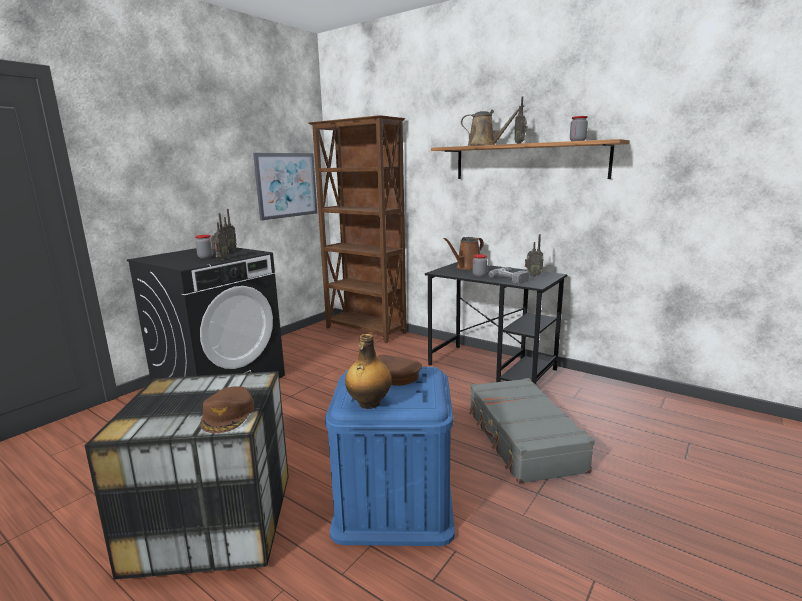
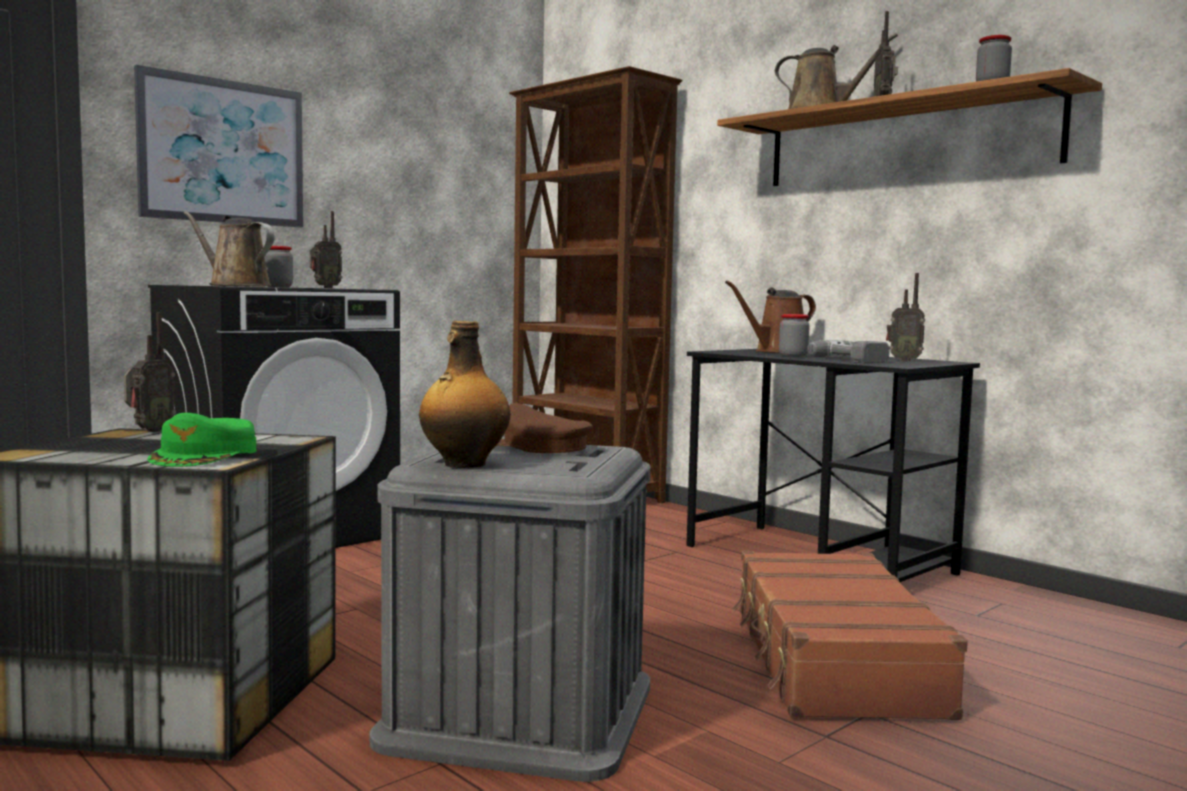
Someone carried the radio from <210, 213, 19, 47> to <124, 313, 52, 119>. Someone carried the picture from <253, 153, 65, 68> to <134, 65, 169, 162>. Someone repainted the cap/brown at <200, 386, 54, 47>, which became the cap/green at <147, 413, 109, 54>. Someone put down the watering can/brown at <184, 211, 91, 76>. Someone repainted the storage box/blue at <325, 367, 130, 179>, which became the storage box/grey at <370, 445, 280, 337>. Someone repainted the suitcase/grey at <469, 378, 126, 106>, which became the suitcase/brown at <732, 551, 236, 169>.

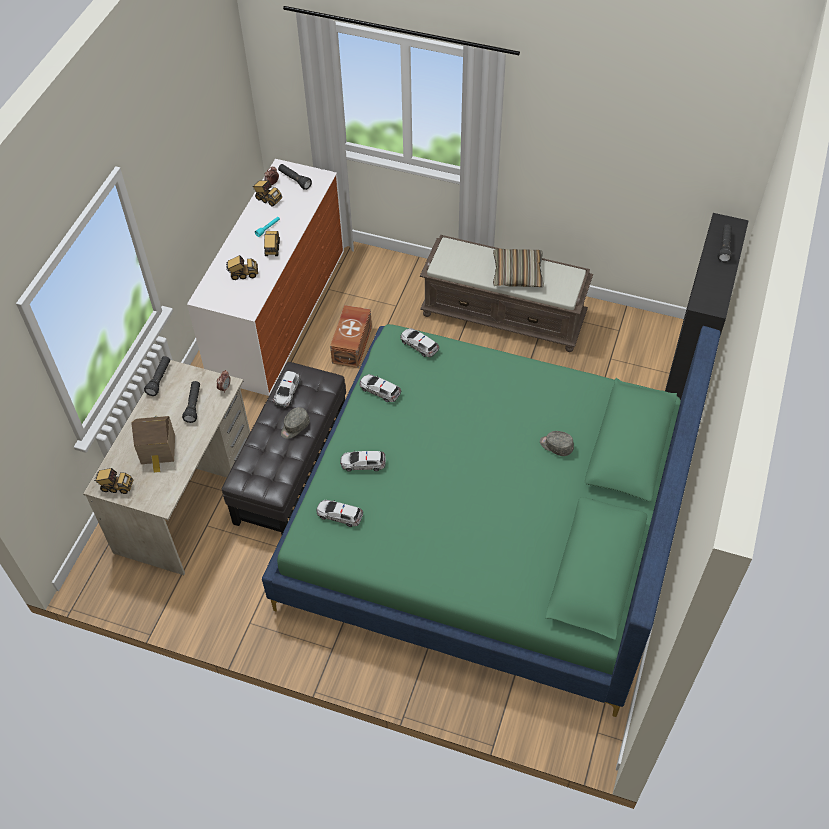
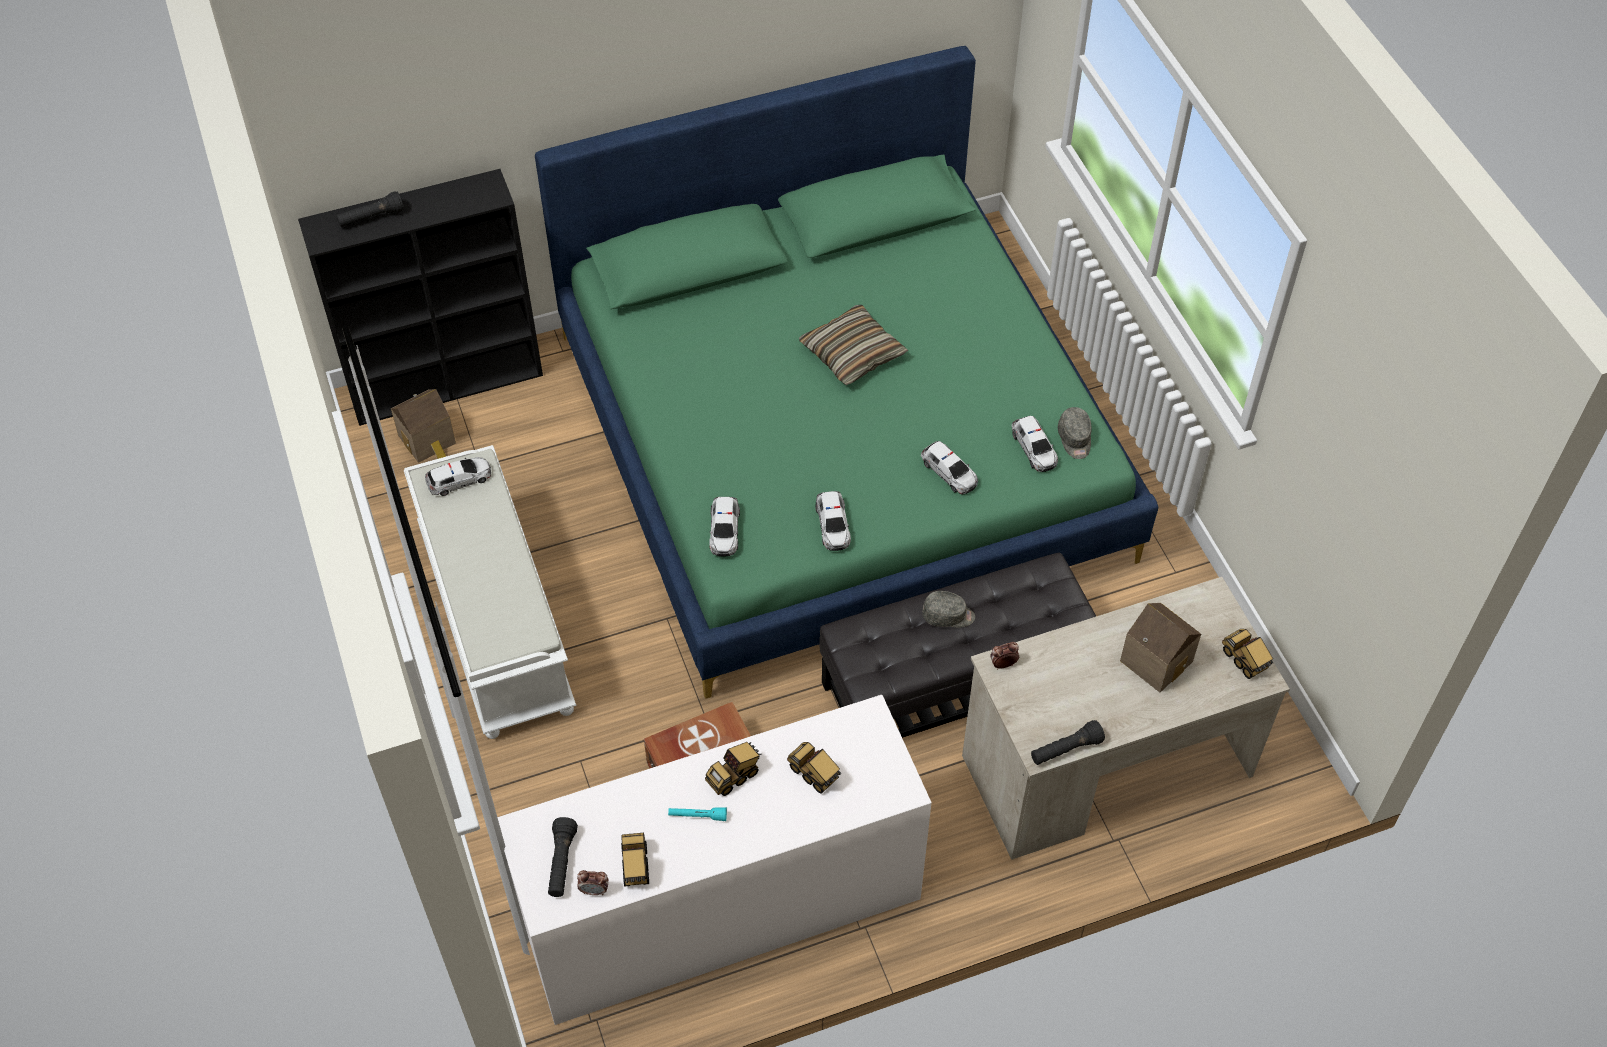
Someone put down the toy house at <391, 389, 65, 74>. Someone repainted the bench/brown at <420, 235, 173, 117>, which became the bench/white at <404, 445, 172, 294>. Someone carried the toy car from <274, 371, 27, 37> to <425, 457, 66, 39>. Someone carried the pillow from <493, 249, 51, 38> to <799, 305, 109, 80>. Someone carried the cap/grey from <540, 431, 34, 25> to <1058, 407, 33, 52>. Someone took away the flashlight/black at <182, 381, 18, 42>.

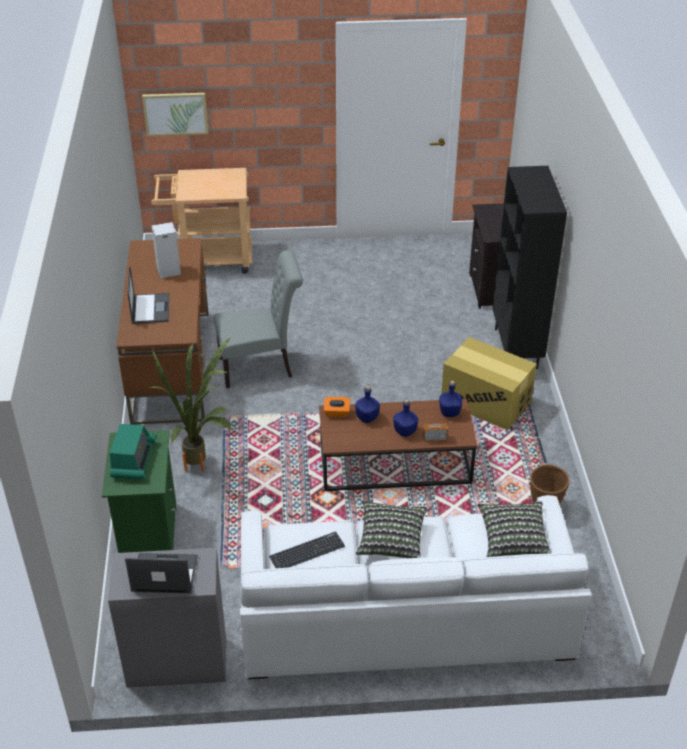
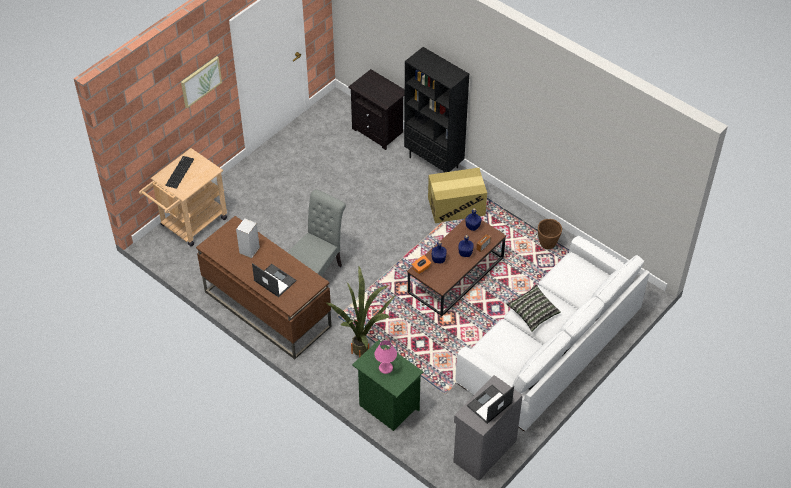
Someone carried the keyboard from <269, 531, 76, 37> to <165, 156, 29, 33>. Someone carried the picture from <142, 93, 66, 43> to <181, 56, 41, 52>. Someone swapped the radio at <110, 424, 47, 56> for the table lamp/pink at <374, 340, 23, 34>. Someone took away the pillow at <478, 502, 73, 55>.

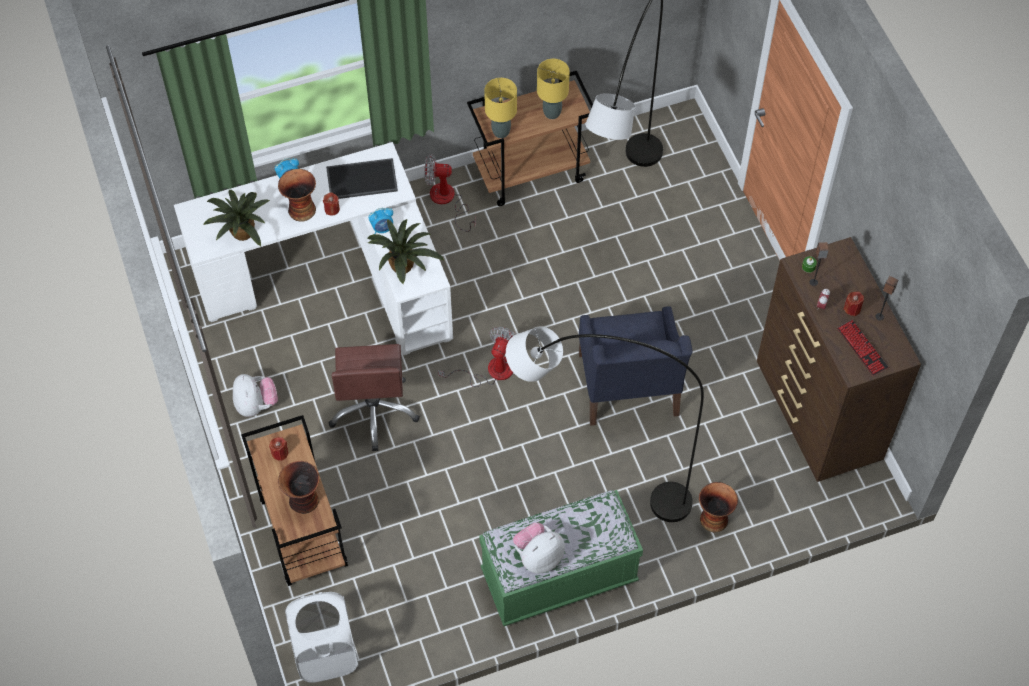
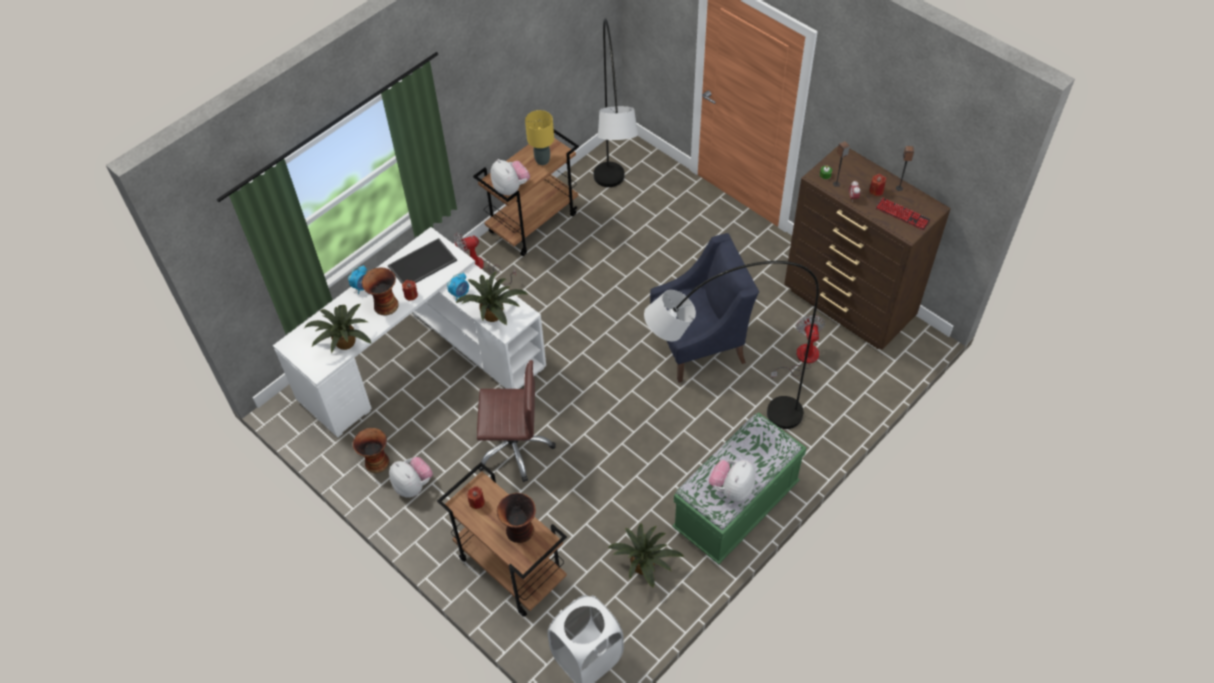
Someone carried the vase from <699, 482, 39, 50> to <353, 428, 36, 45>. Someone rotated the office chair/brown at <328, 344, 92, 107> by 60 degrees counterclockwise. Someone swapped the table lamp/yellow at <484, 78, 33, 60> for the plush toy at <491, 159, 39, 37>. Someone put down the potted plant at <608, 523, 76, 64>. Someone rotated the armchair/blue at <579, 306, 113, 120> by 75 degrees counterclockwise. Someone carried the fan from <438, 327, 78, 60> to <771, 315, 54, 63>.

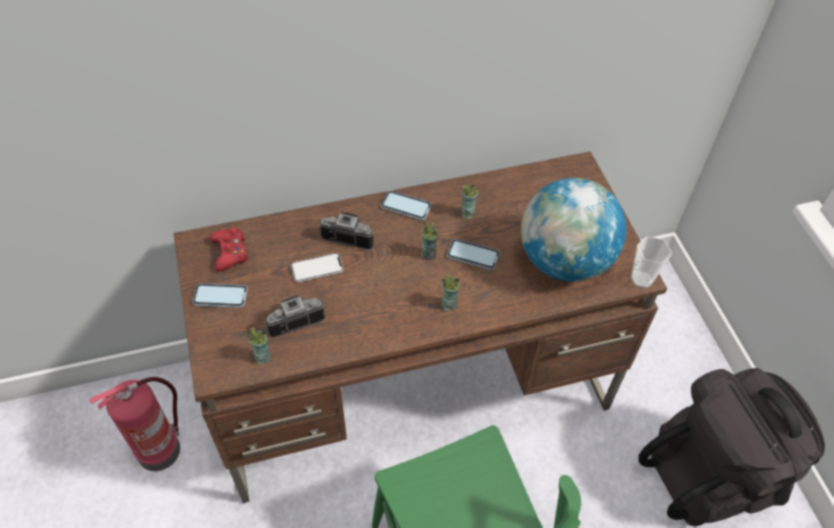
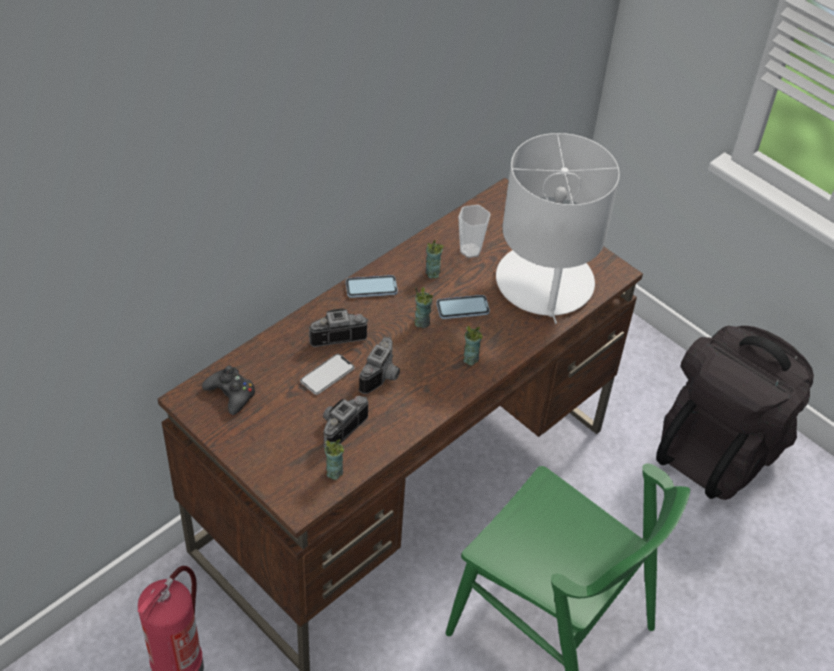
Someone repainted the game controller/red at <210, 227, 39, 44>, which became the game controller/black at <202, 365, 53, 50>. Someone put down the photo camera at <359, 337, 41, 57>. Someone carried the cup from <631, 236, 41, 53> to <458, 205, 33, 53>. Someone swapped the globe at <521, 178, 105, 104> for the table lamp/white at <496, 133, 124, 191>. Someone took away the phone at <192, 283, 56, 25>.

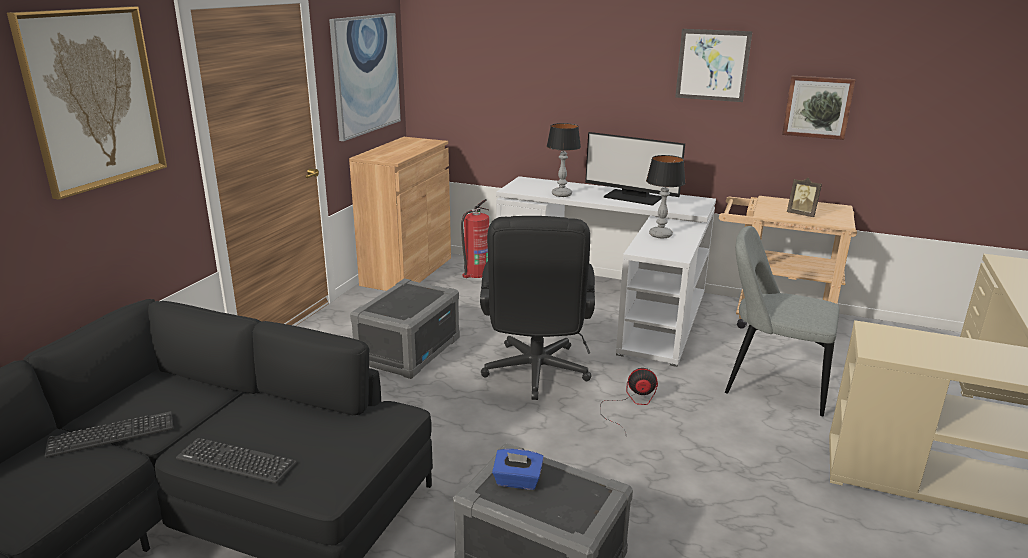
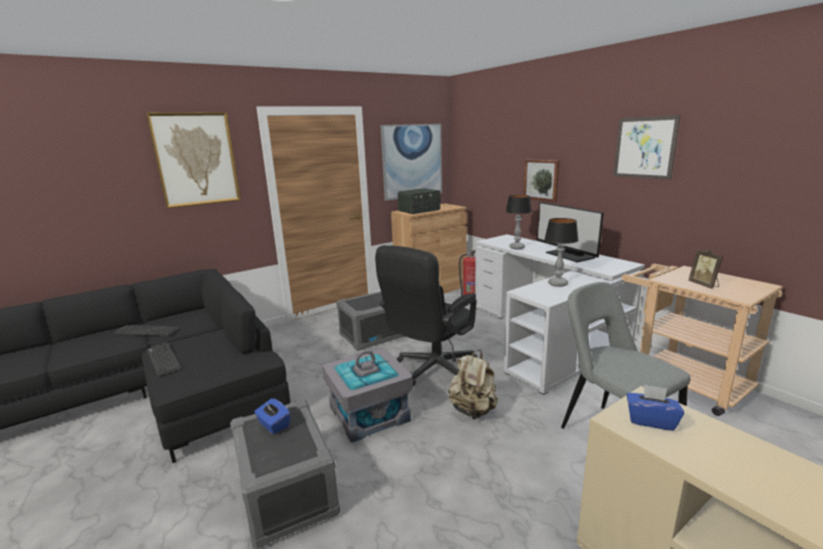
Someone put down the storage box/grey at <322, 348, 91, 95>. Someone put down the radio at <398, 188, 43, 26>. Someone swapped the fan at <600, 368, 58, 64> for the backpack/beige at <448, 350, 50, 69>. Someone carried the picture from <782, 76, 73, 64> to <523, 159, 37, 43>. Someone put down the tissue box/blue at <626, 384, 58, 47>.

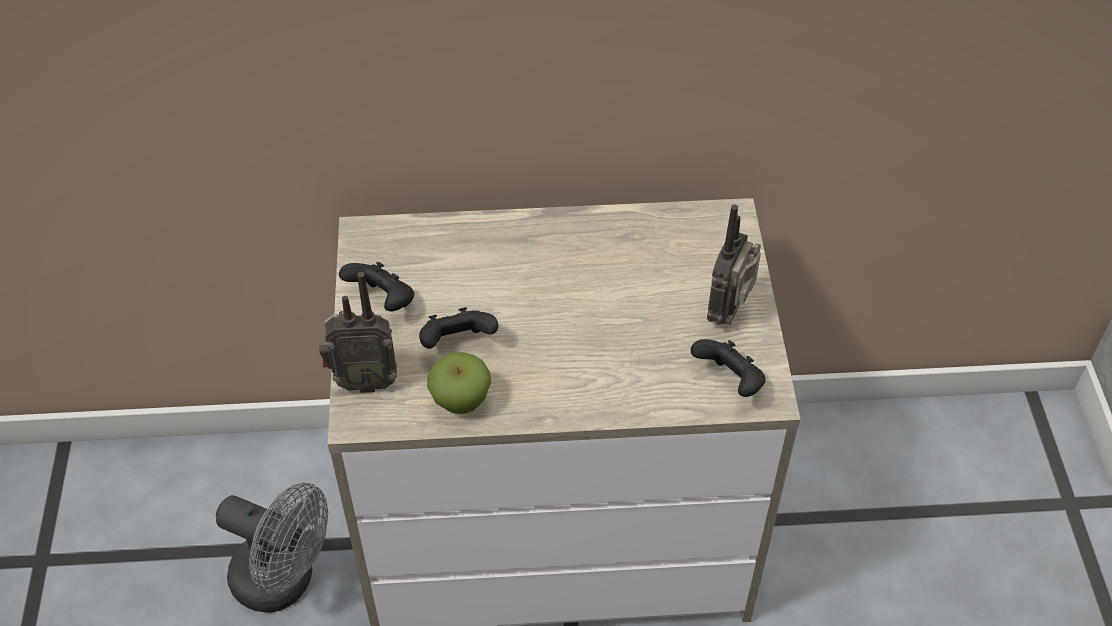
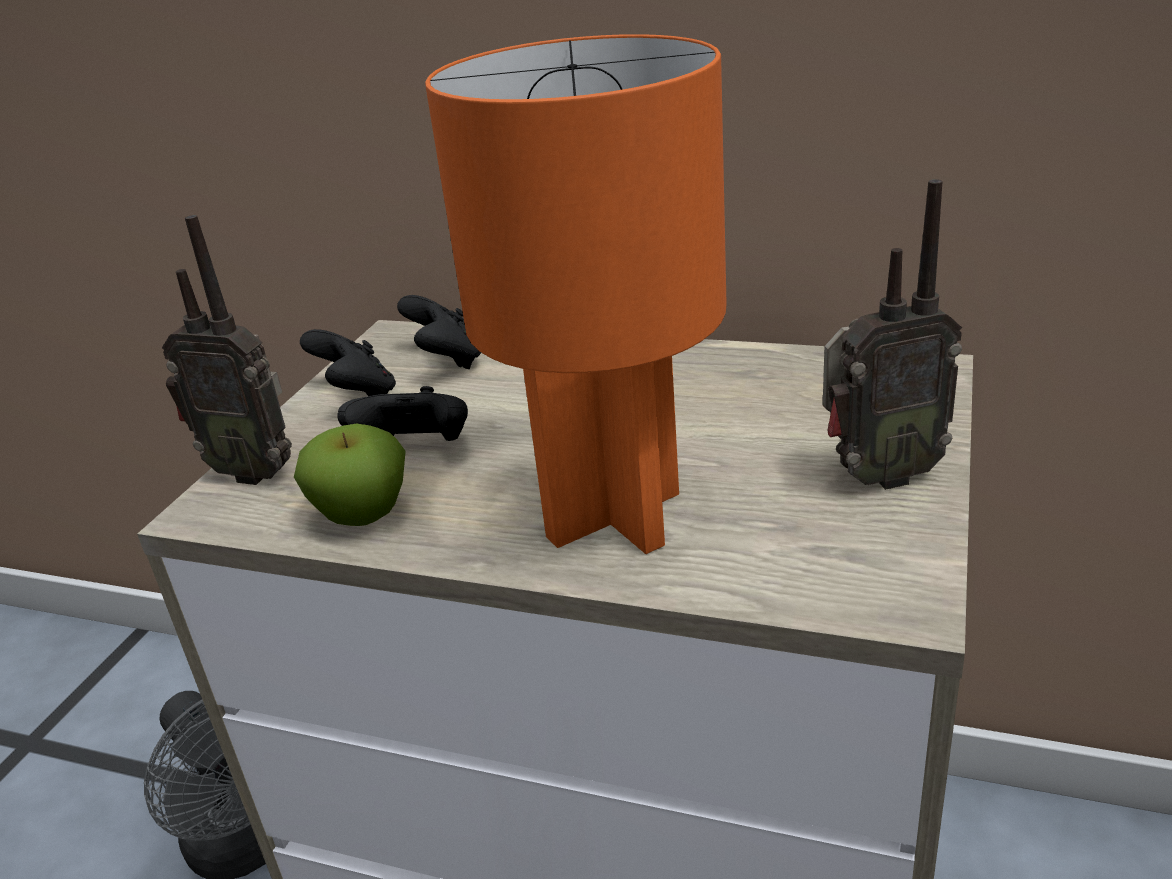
Someone carried the game controller/black from <690, 339, 76, 58> to <397, 295, 84, 74>. Someone put down the table lamp/orange at <425, 34, 302, 520>. Someone rotated the radio at <707, 204, 54, 121> by 150 degrees counterclockwise.

